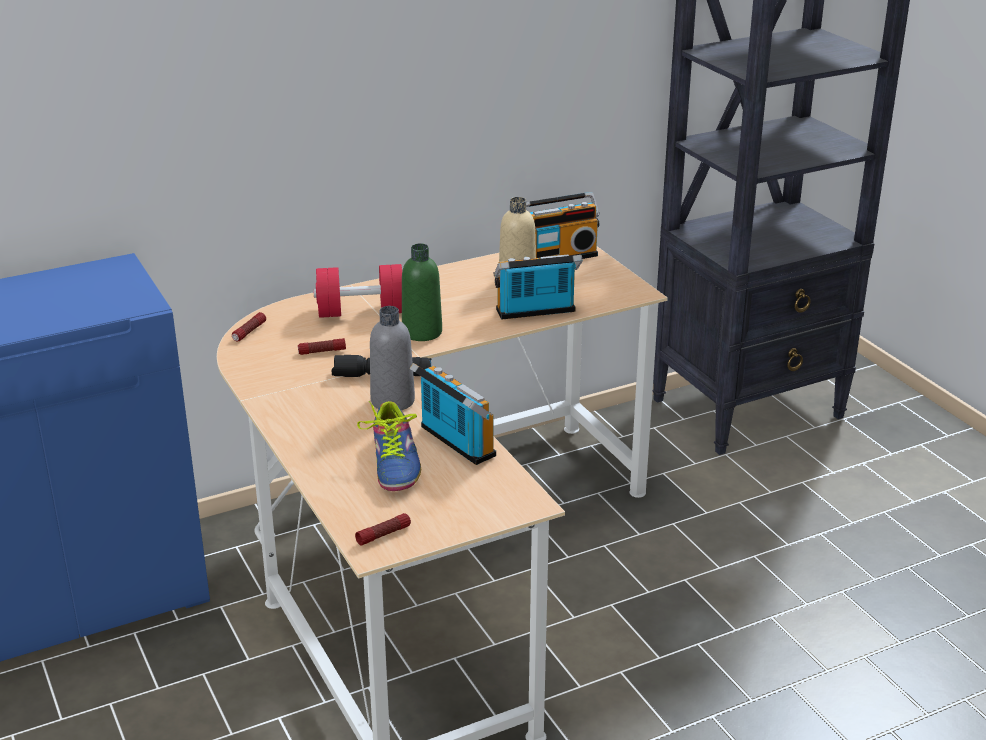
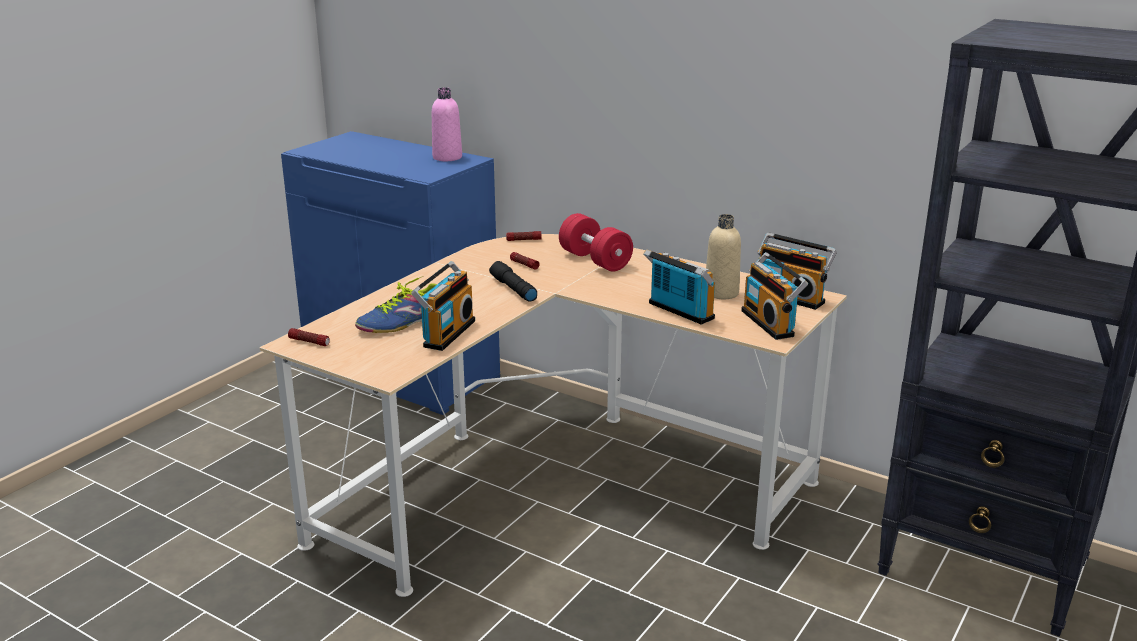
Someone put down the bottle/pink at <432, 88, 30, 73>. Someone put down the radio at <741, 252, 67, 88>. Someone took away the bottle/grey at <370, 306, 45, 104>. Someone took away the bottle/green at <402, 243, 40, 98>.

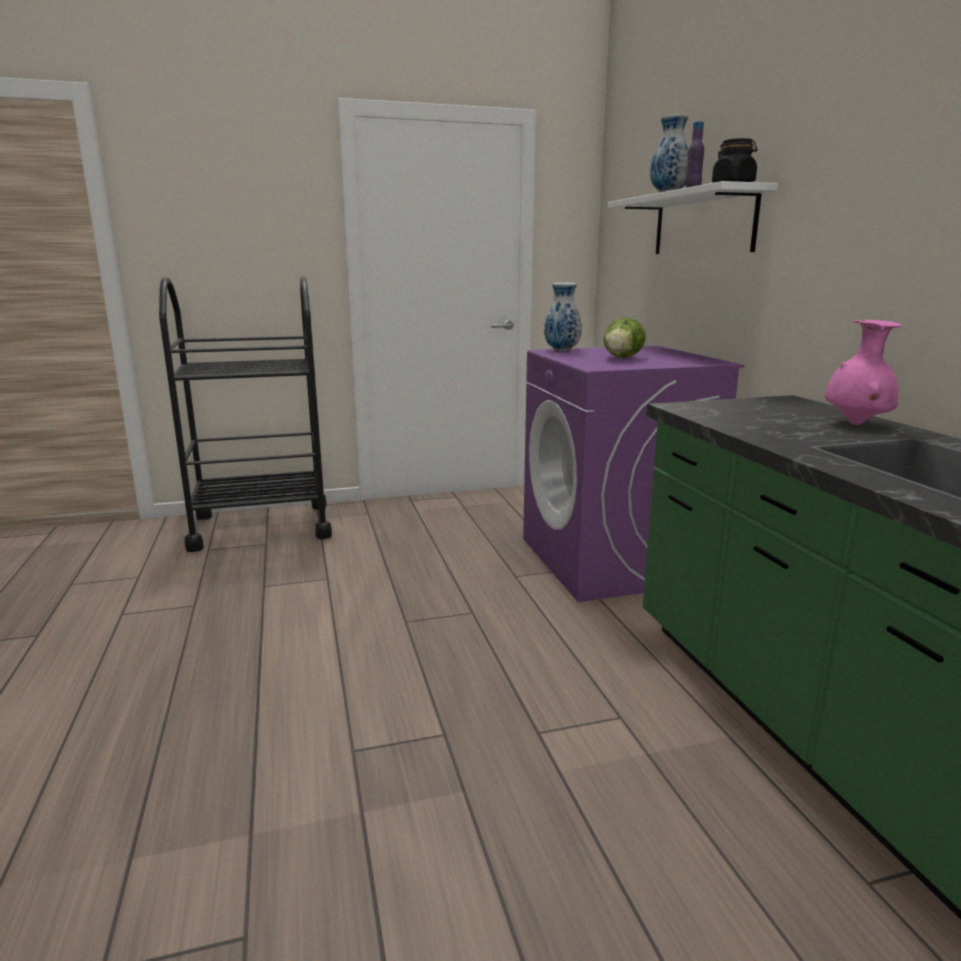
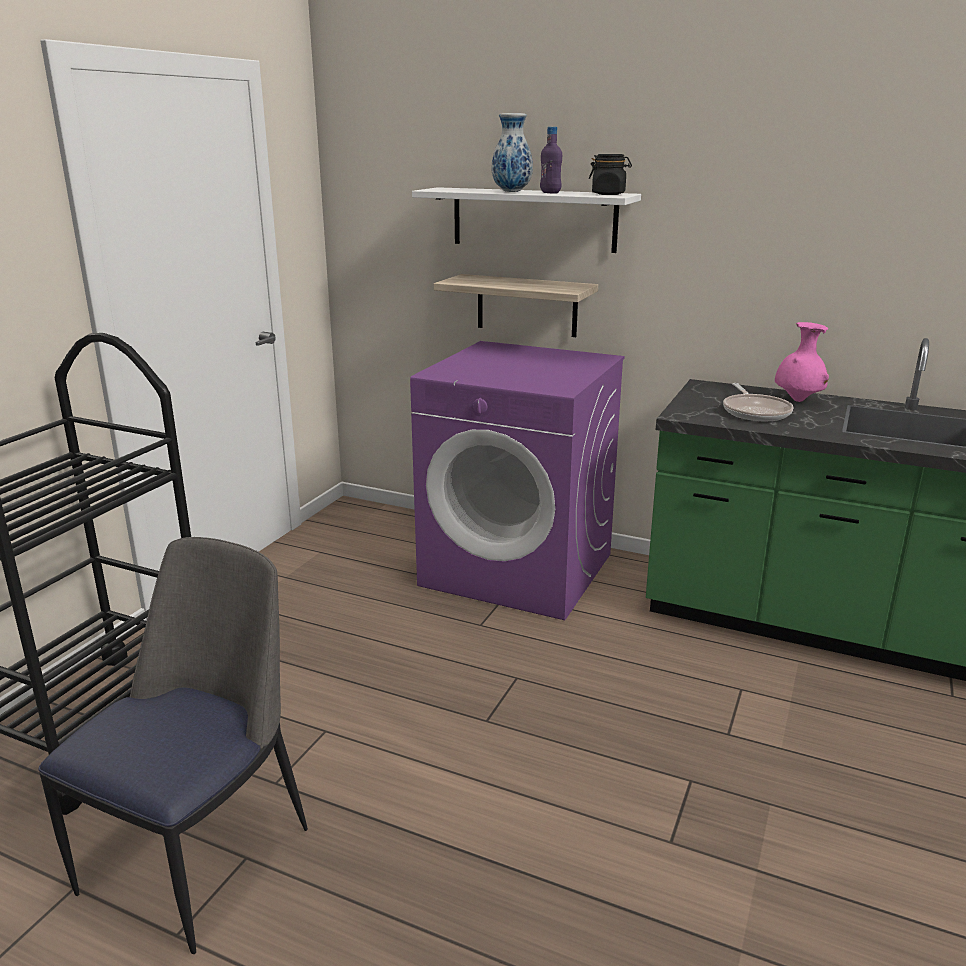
Someone put down the chair at <38, 537, 270, 417>. Someone put up the shelf at <434, 274, 164, 63>. Someone put down the frying pan at <723, 383, 71, 38>. Someone took away the vase at <544, 283, 38, 68>. Someone took away the lettuce at <604, 318, 42, 40>.

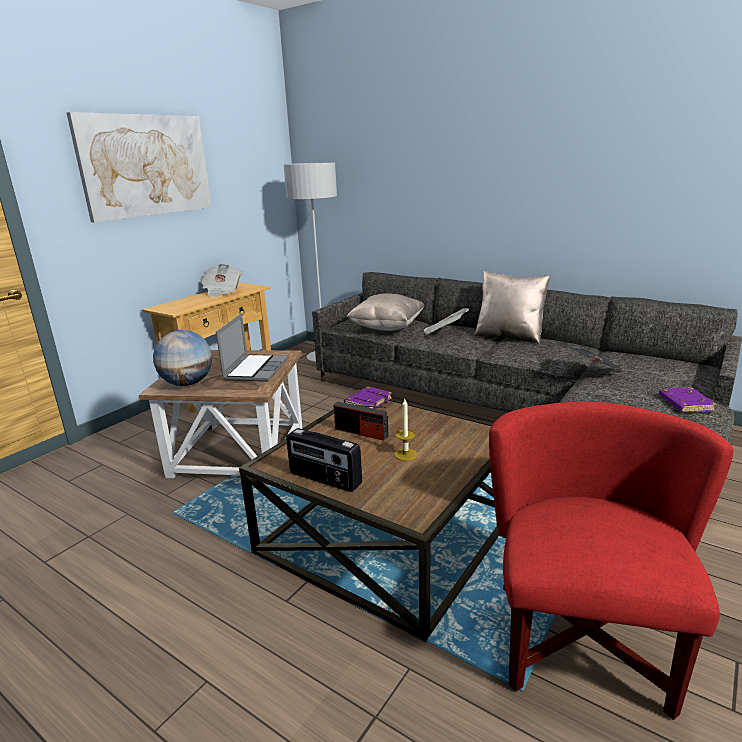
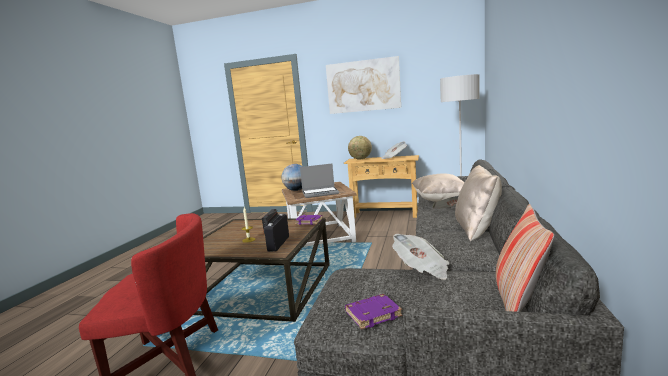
Someone carried the radio from <286, 428, 76, 64> to <264, 214, 25, 38>. Someone put down the globe at <348, 136, 24, 24>. Someone put down the pillow at <496, 204, 58, 108>.

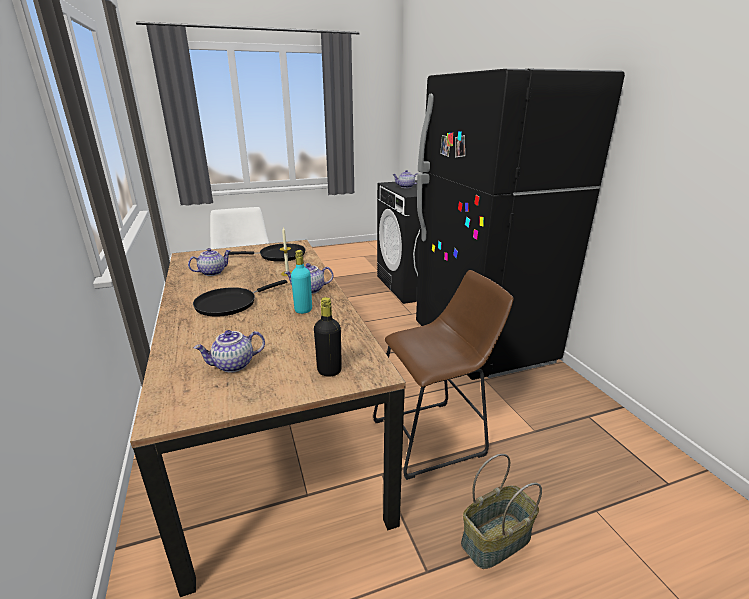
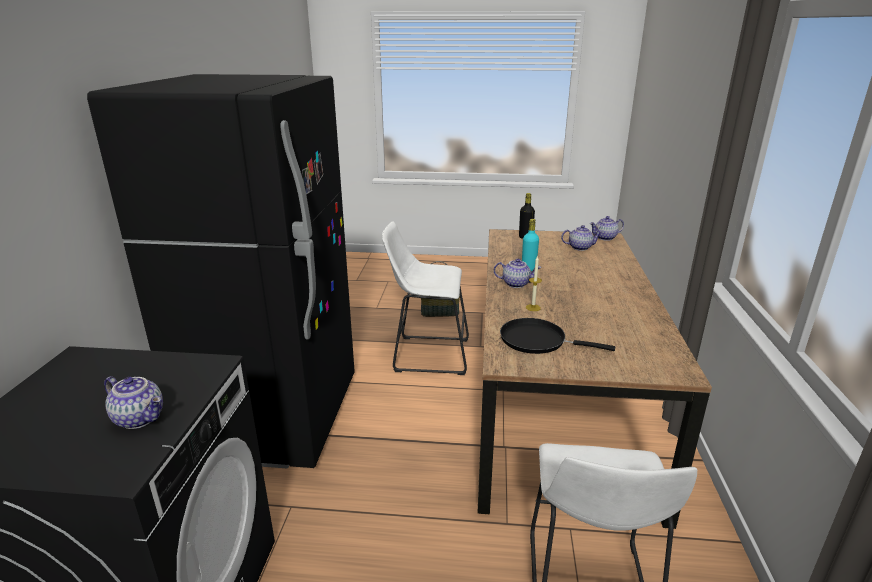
Someone repainted the stool/brown at <373, 270, 141, 210>, which became the stool/white at <382, 221, 87, 154>. Someone carried the teapot from <188, 248, 43, 28> to <590, 216, 34, 25>. Someone took away the frying pan/black at <193, 280, 94, 36>.

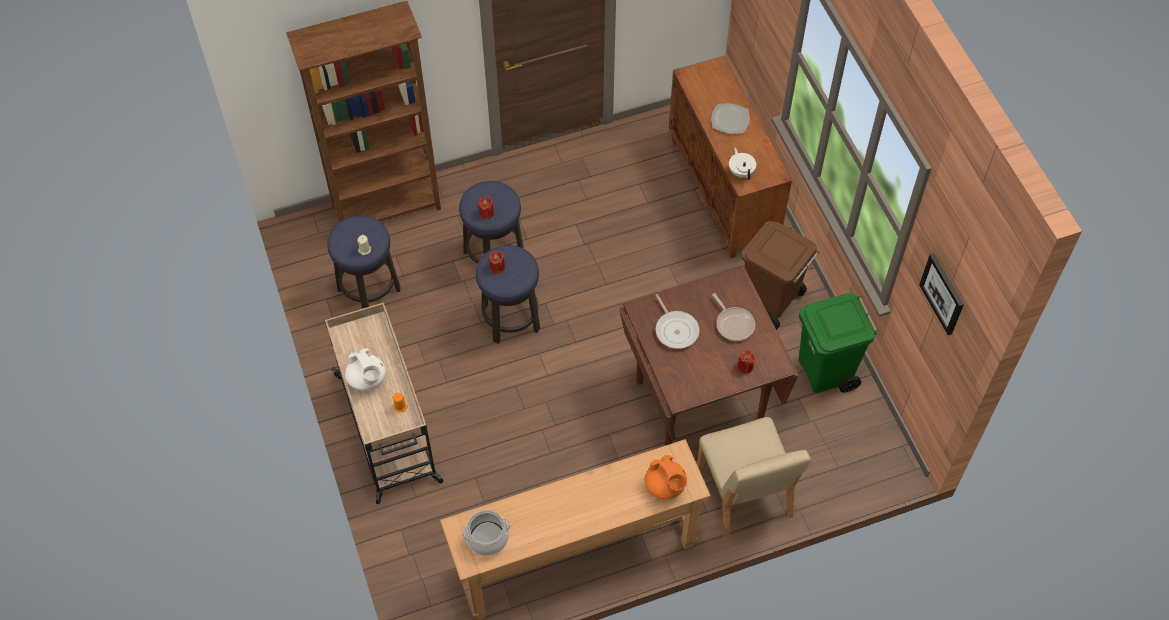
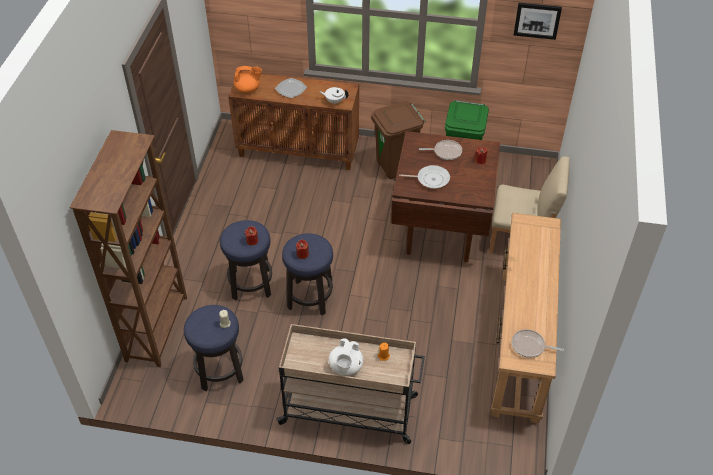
Someone carried the teapot/orange from <645, 455, 42, 45> to <234, 66, 28, 27>. Someone rotated the teapot/white at <345, 348, 41, 43> by 105 degrees clockwise. Someone swapped the cooking pot at <462, 510, 49, 46> for the frying pan at <511, 329, 53, 29>.

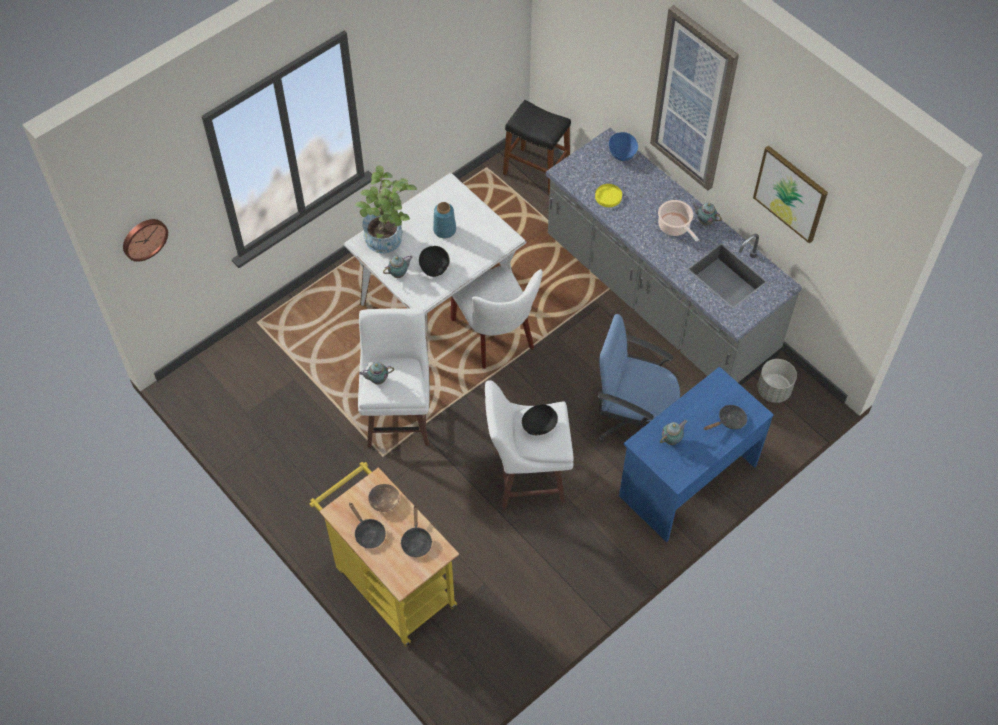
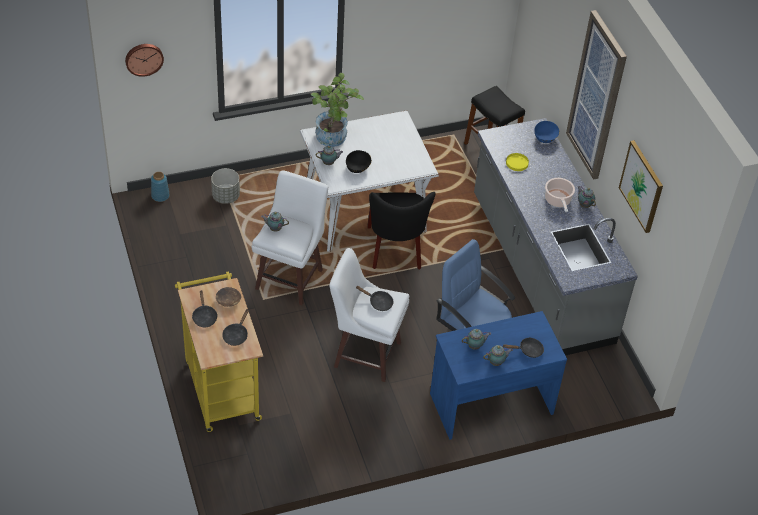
Someone carried the vase/blue from <433, 202, 23, 36> to <151, 172, 19, 30>. Someone carried the planter/grey from <757, 359, 40, 44> to <211, 168, 29, 36>. Someone swapped the bowl/black at <522, 404, 36, 31> for the frying pan/black at <356, 286, 37, 25>. Someone repainted the chair/white at <451, 266, 92, 103>, which became the chair/black at <367, 192, 69, 77>. Someone put down the teapot at <483, 345, 30, 21>.

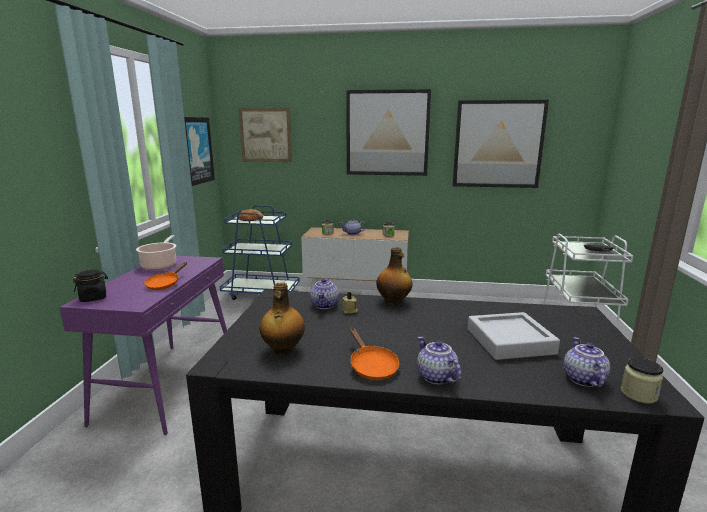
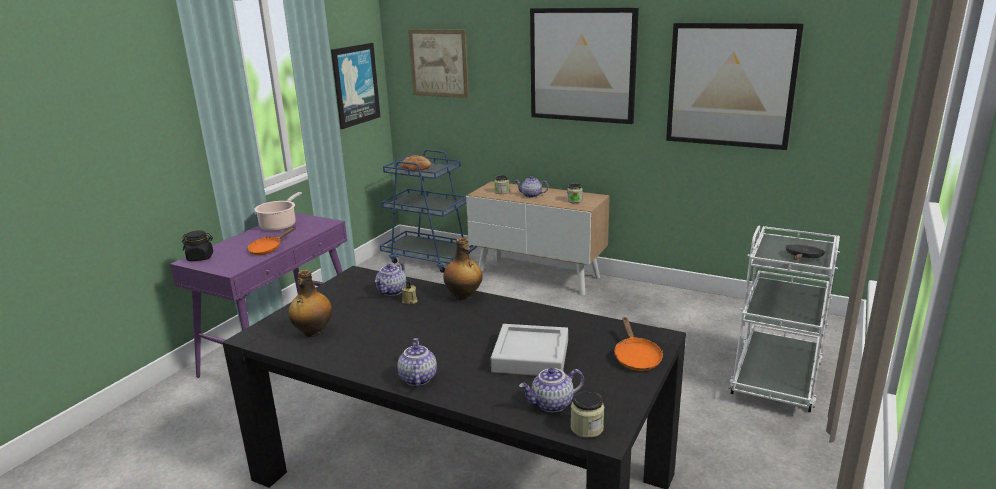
Someone rotated the teapot at <563, 337, 47, 51> by 135 degrees counterclockwise. Someone carried the frying pan/orange from <350, 327, 49, 53> to <614, 317, 49, 54>.

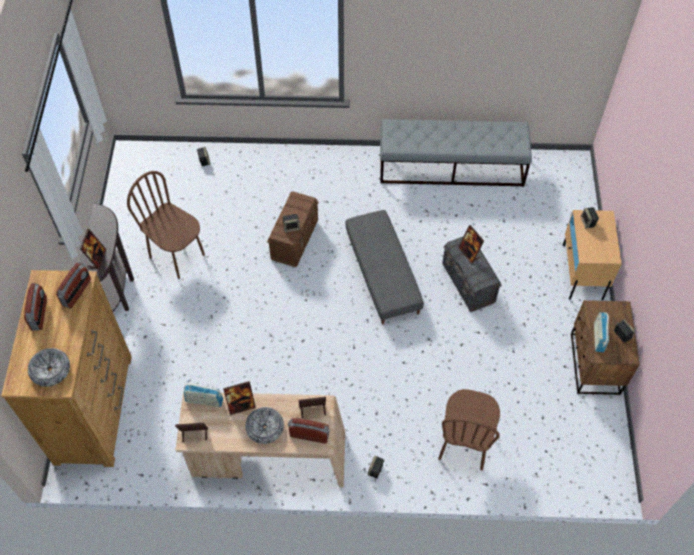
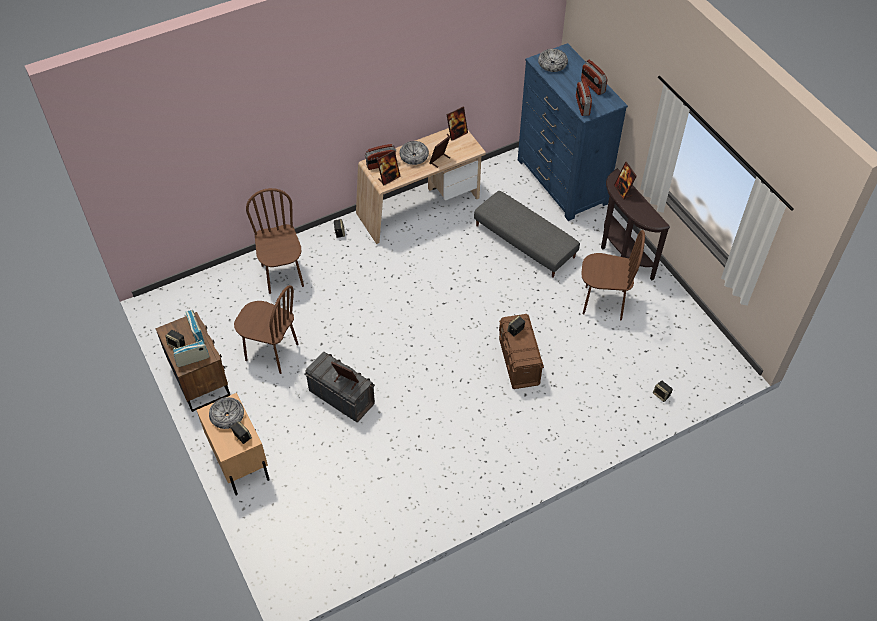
Someone carried the radio from <184, 384, 39, 23> to <173, 340, 36, 27>. Someone put down the bowl at <209, 397, 35, 32>. Someone put down the chair/brown at <234, 285, 64, 89>. Someone carried the ottoman/grey from <345, 210, 79, 114> to <474, 191, 106, 87>. Someone repainted the dresser/brown at <1, 270, 131, 197>, which became the dresser/blue at <518, 43, 110, 178>. Someone took away the bench/grey at <380, 119, 152, 68>.

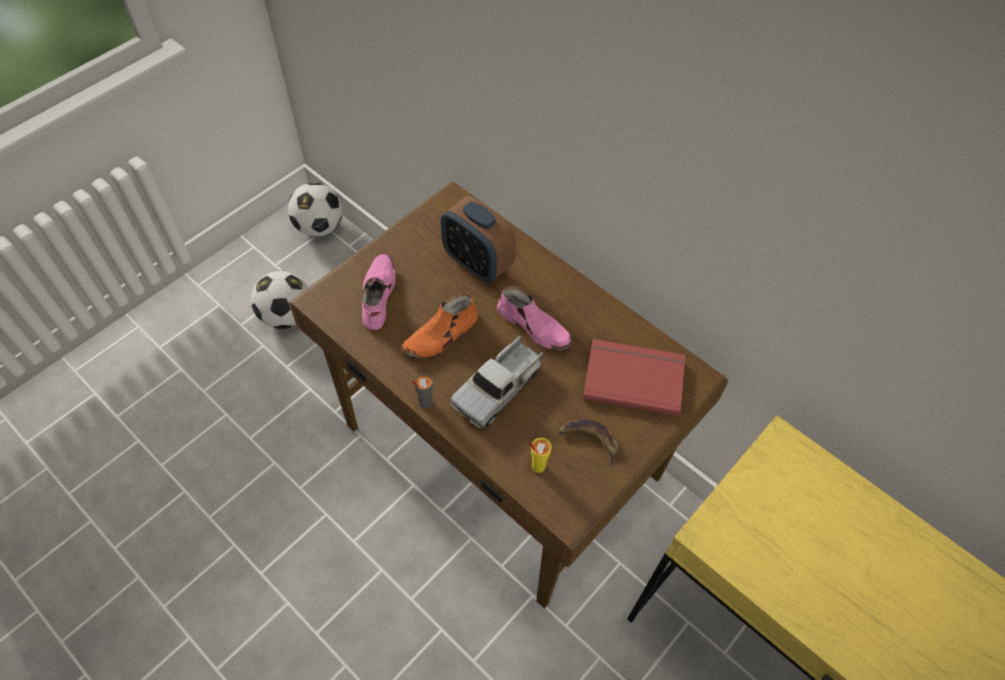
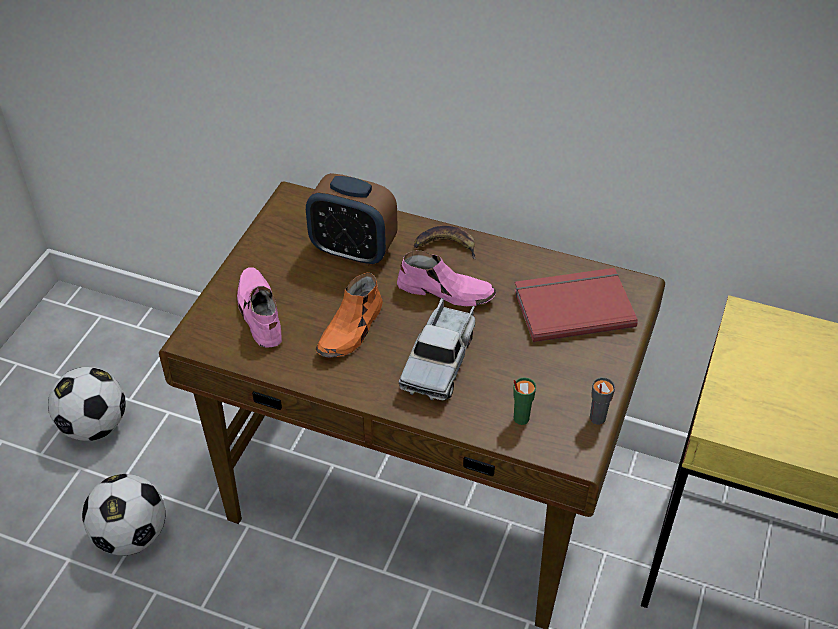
Someone carried the football from <288, 182, 54, 55> to <82, 474, 84, 82>. Someone carried the banana from <559, 419, 59, 49> to <414, 226, 62, 33>. Someone repainted the cup/yellow at <529, 438, 23, 35>, which became the cup/green at <513, 377, 23, 48>. Someone carried the cup/grey from <412, 373, 21, 36> to <590, 377, 25, 48>.

